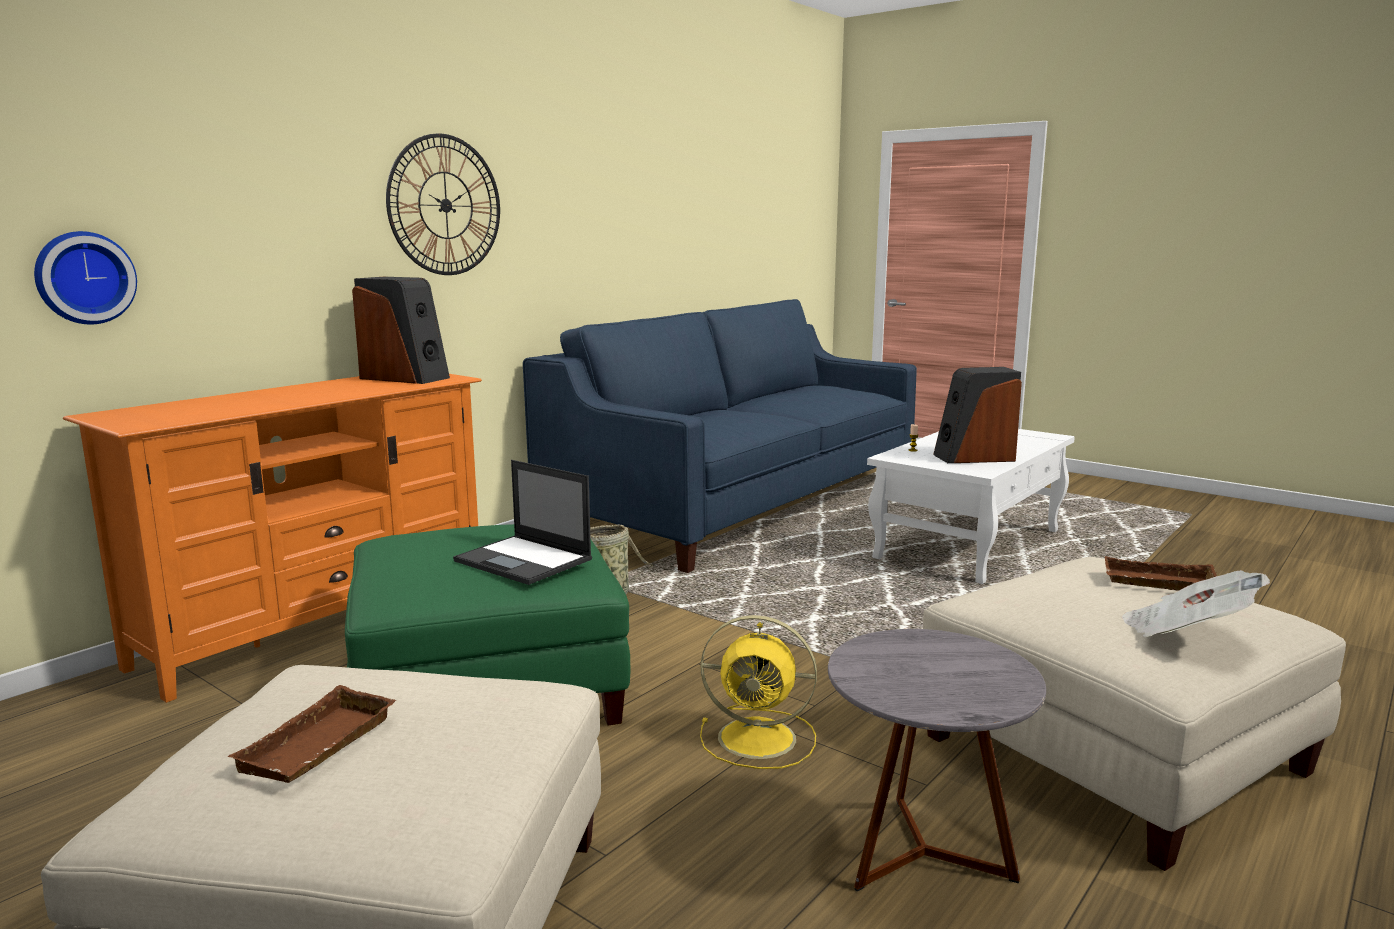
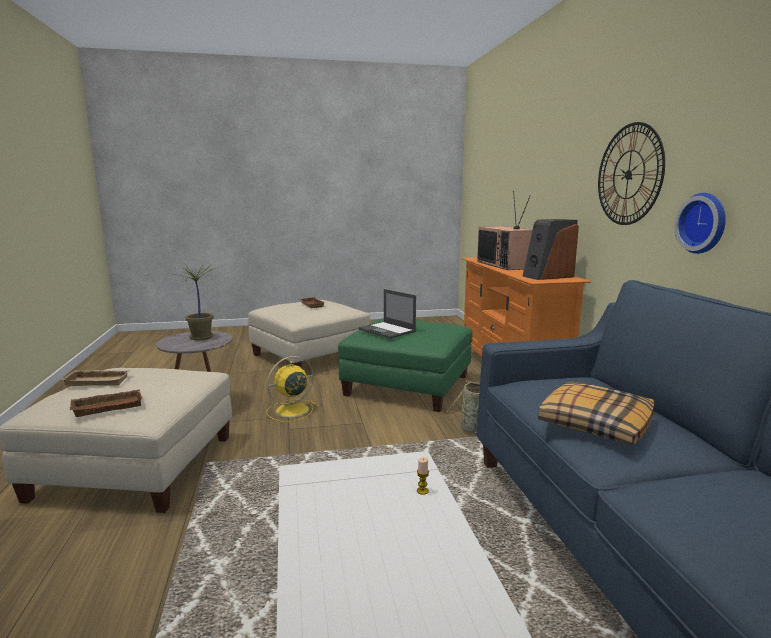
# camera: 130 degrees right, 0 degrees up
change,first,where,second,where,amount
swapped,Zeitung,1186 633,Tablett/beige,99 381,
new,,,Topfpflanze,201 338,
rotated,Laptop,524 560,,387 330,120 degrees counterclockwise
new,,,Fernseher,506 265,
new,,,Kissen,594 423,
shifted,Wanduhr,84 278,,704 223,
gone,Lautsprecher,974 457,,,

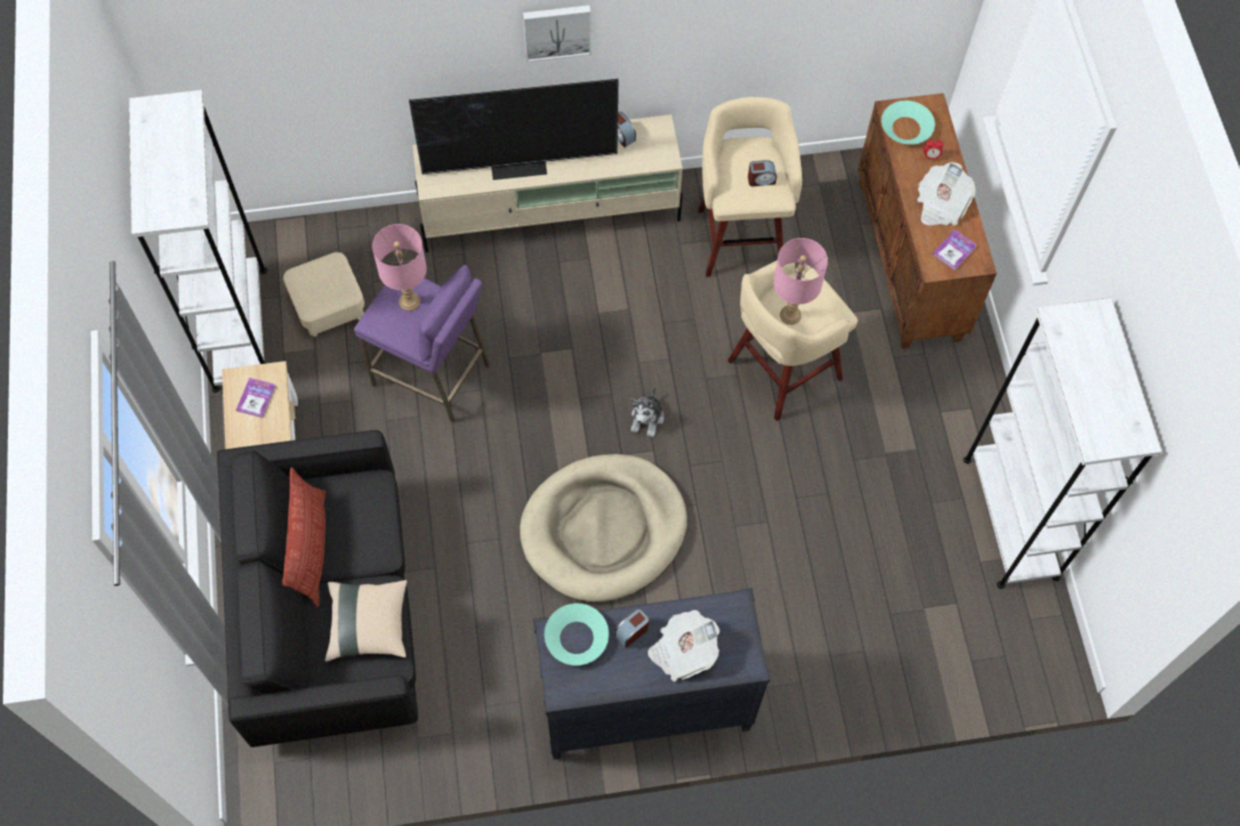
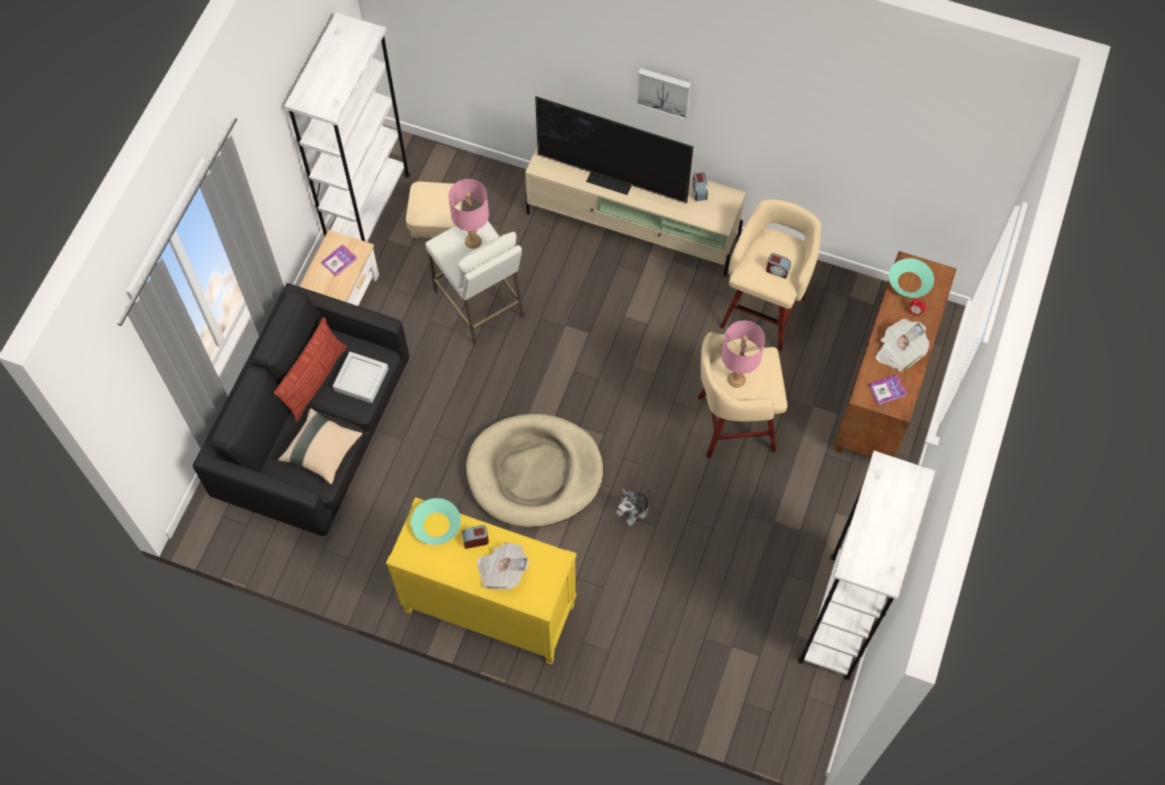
# camera: 30 degrees right, 0 degrees up
change,first,where,second,where,amount
new,,,Tablett/grau,361 379,
repainted,Kommode/schwarz,644 706,Kommode/gelb,489 609,
repainted,Hocker/lila,432 374,Hocker/weiß,480 304,
shifted,Plüschtier,647 418,,633 509,

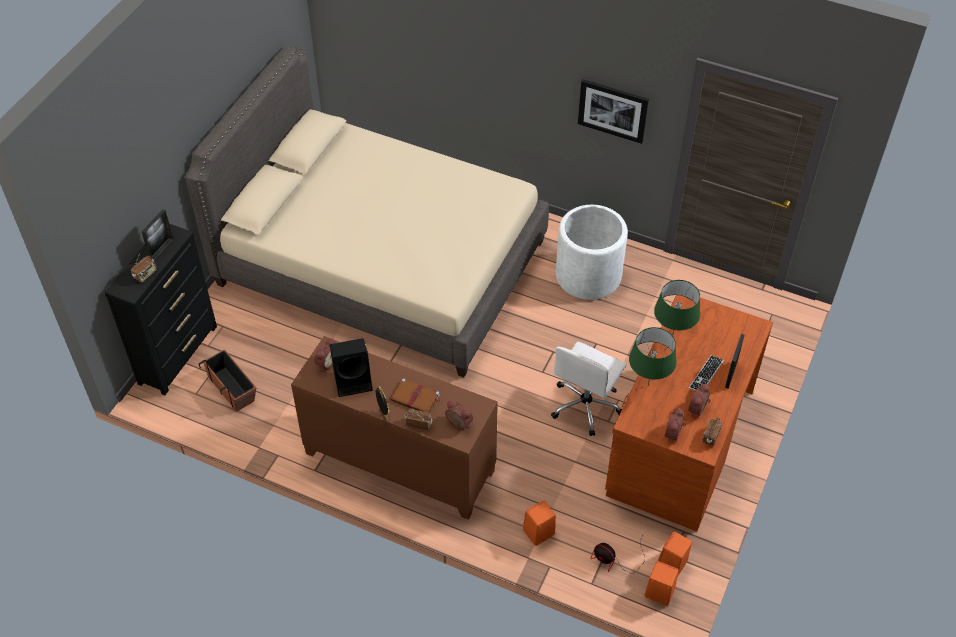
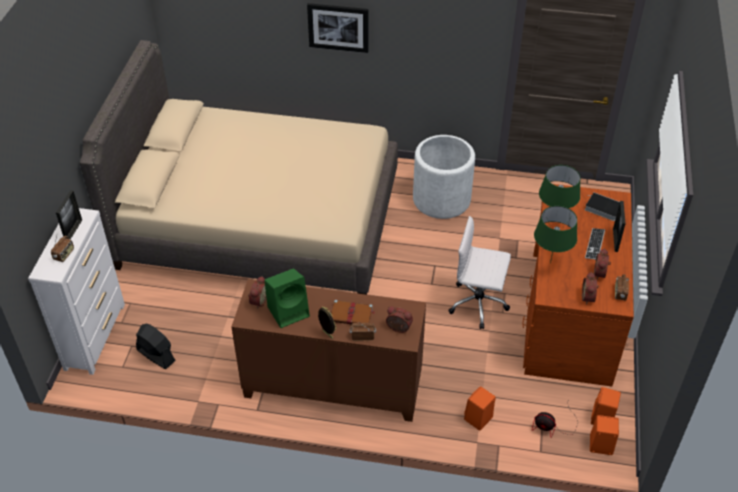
# camera: 15 degrees left, 5 degrees down
change,first,where,second,where,amount
repainted,Kommode/schwarz,178 354,Kommode/weiß,95 335,
swapped,Pflanzkübel,232 388,Ventilator/schwarz,156 355,
repainted,Lautsprecher/schwarz,354 380,Lautsprecher/grün,289 311,
shifted,Bild,613 110,,338 27,
rotated,Bürostuhl/weiß,586 406,,479 304,90 degrees clockwise
new,,,Buch,602 208,

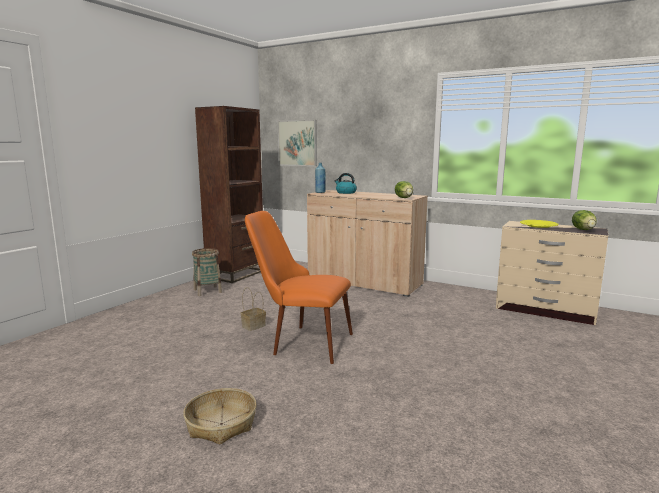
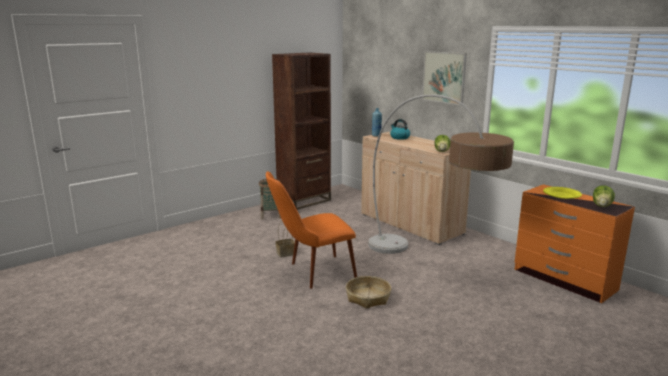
# camera: 20 degrees right, 5 degrees up
change,first,where,second,where,amount
rotated,Stuhl/orange,300 342,,311 273,60 degrees counterclockwise
shifted,Korb,221 424,,368 297,
new,,,Stehlampe,433 262,
shifted,Bild,297 143,,444 77,
repainted,Kommode/beige,545 311,Kommode/orange,564 280,

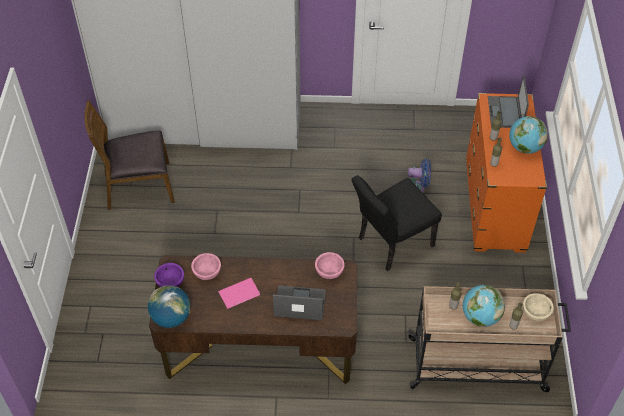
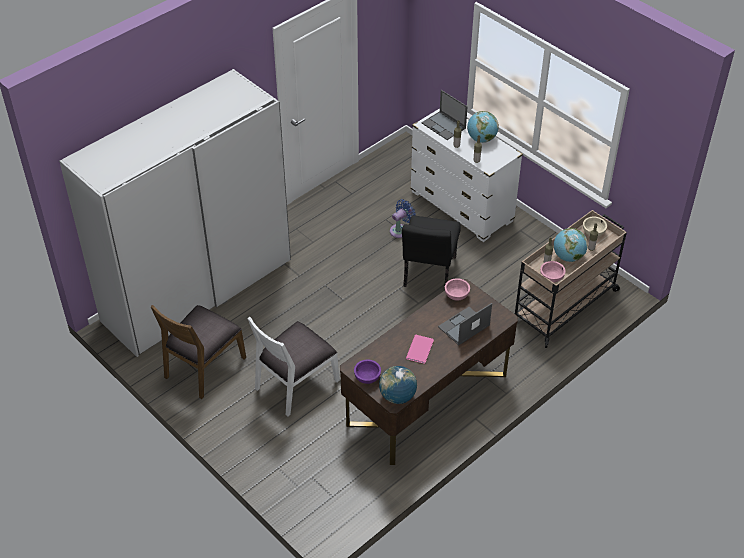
# camera: 45 degrees left, 5 degrees down
change,first,where,second,where,amount
new,,,Stuhl/weiß,295 384,
repainted,Kommode/orange,494 206,Kommode/weiß,461 207,
shifted,Schüssel/rosa,207 272,,551 277,

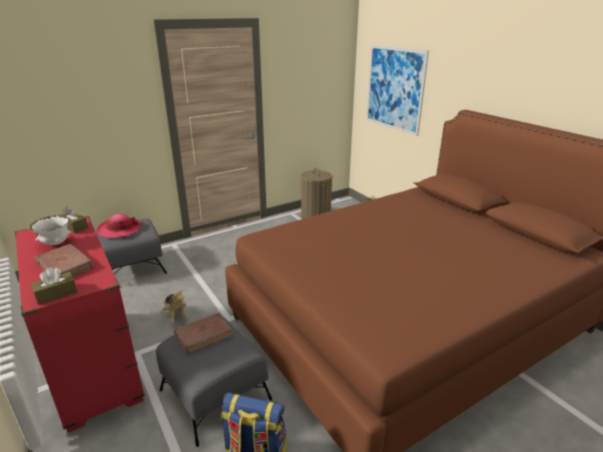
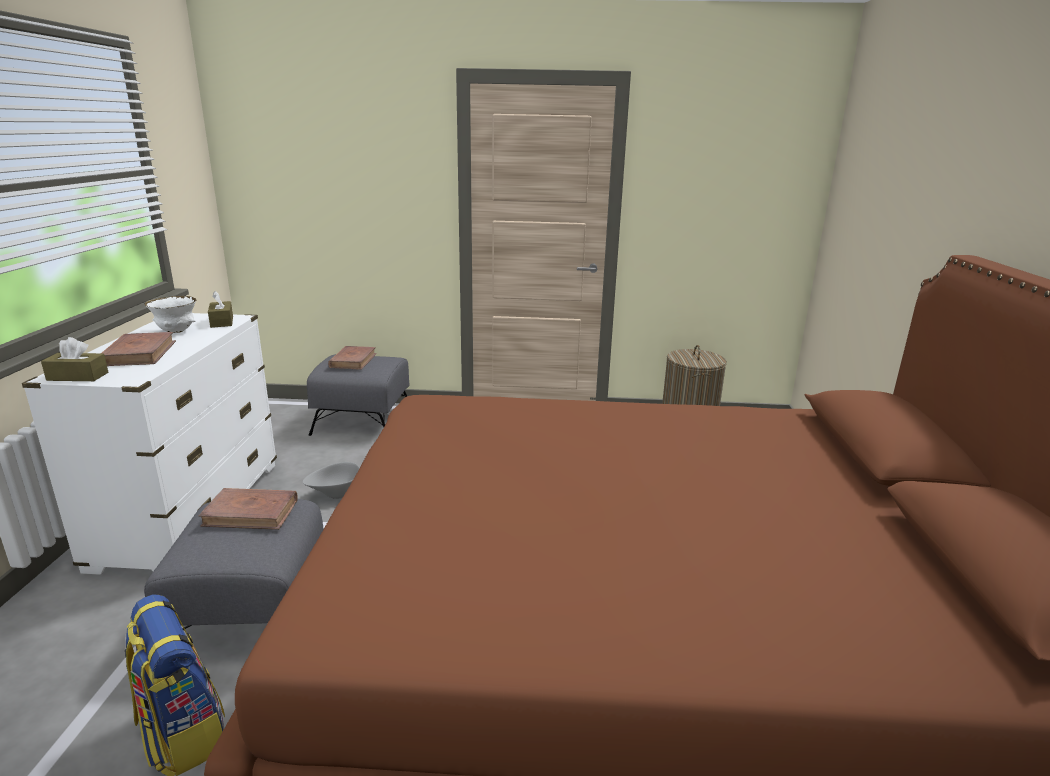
# camera: 35 degrees right, 5 degrees down
change,first,where,second,where,amount
repainted,Kommode/rot,93 365,Kommode/weiß,191 513,
swapped,Plüschtier,174 315,Schüssel/grau,335 494,
swapped,Hut,119 229,Buch/braun,353 360,
gone,Bild,394 89,,,

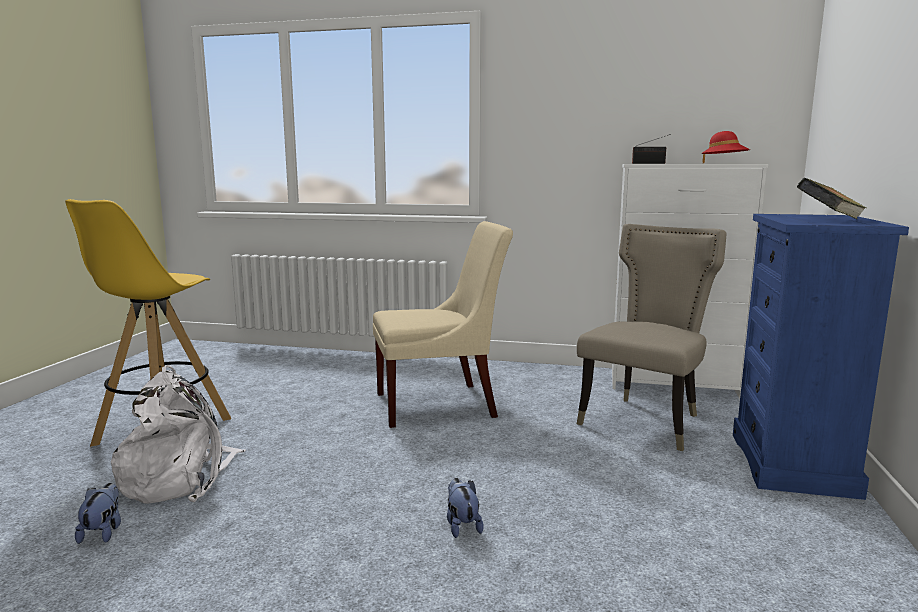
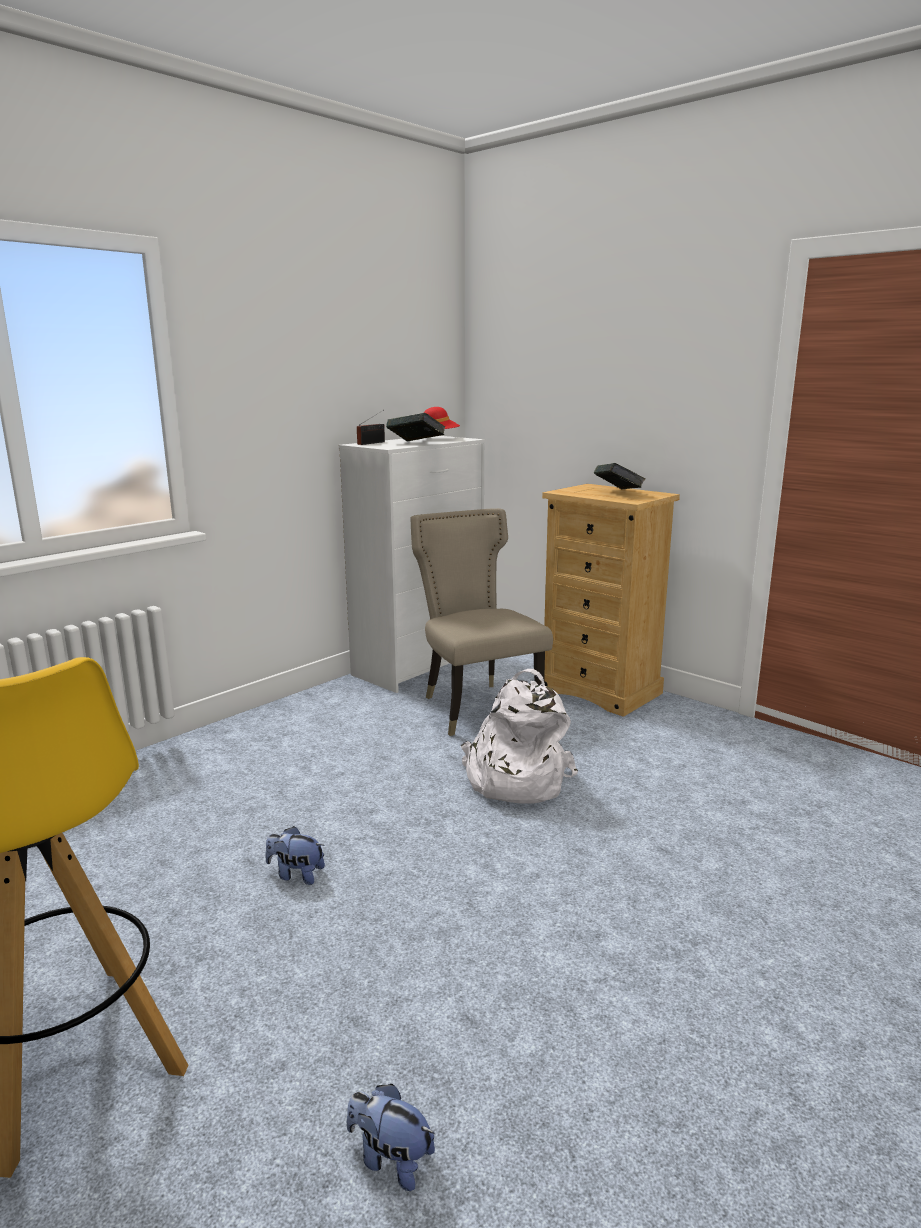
# camera: 60 degrees left, 5 degrees up
change,first,where,second,where,amount
shifted,Plüschtier,462 525,,296 875,
new,,,Buch,416 443,
shifted,Rucksack/weiß,180 477,,514 779,
repainted,Kommode/blau,792 464,Kommode/beige,601 691,
gone,Stuhl/beige,441 404,,,

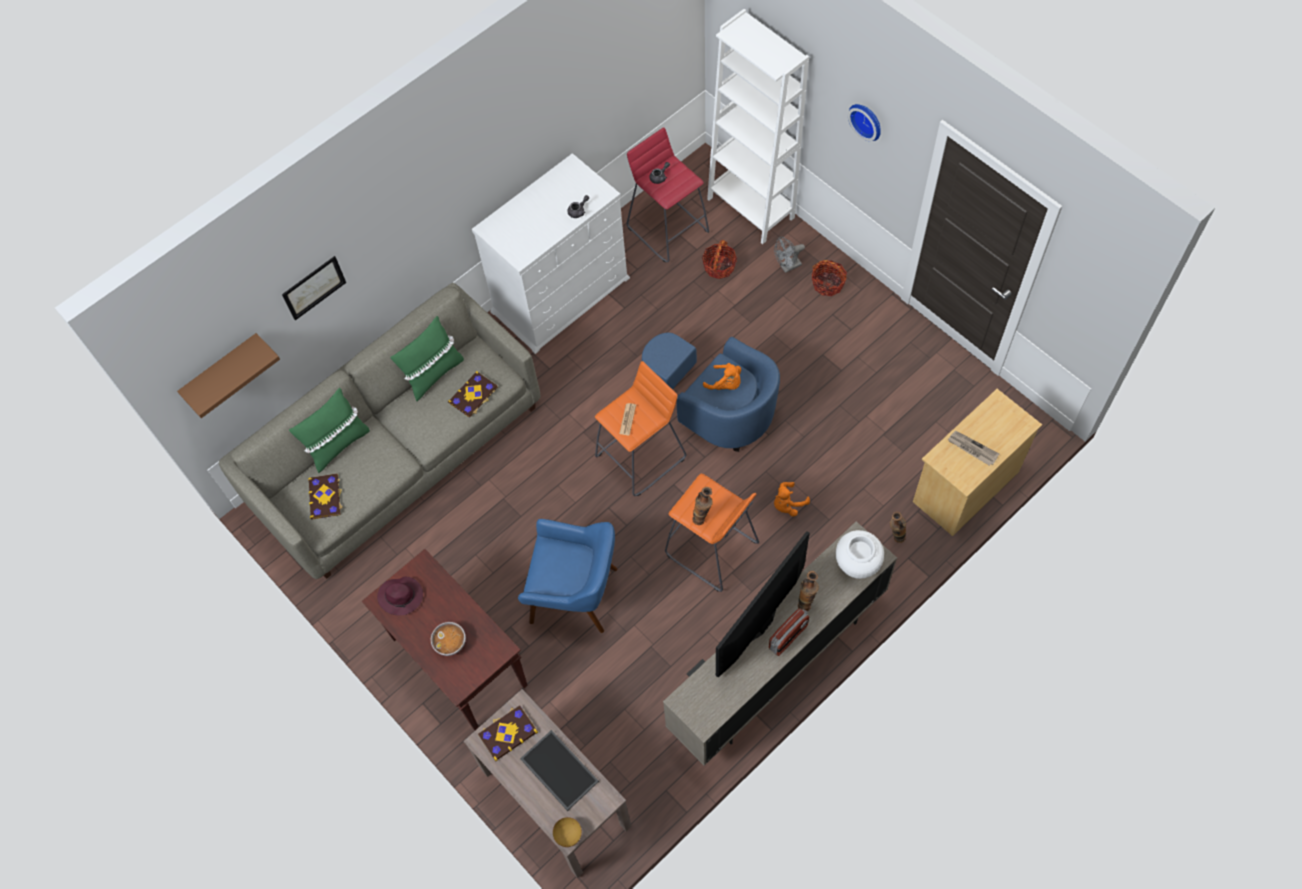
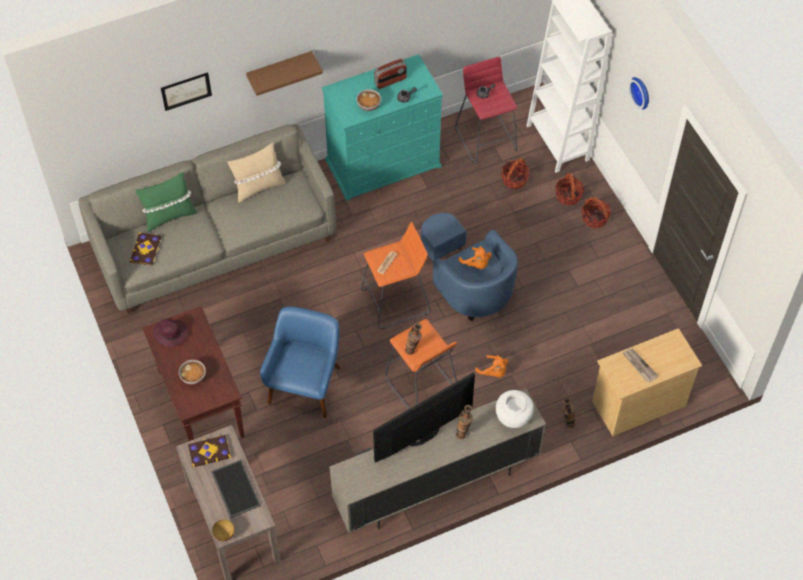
# camera: 15 degrees right, 5 degrees down
change,first,where,second,where,amount
repainted,Kissen/grün,433 374,Kissen/beige,258 187,
shifted,Wandregal/braun,222 370,,280 70,
rotated,Sessel/blau,575 594,,306 384,105 degrees counterclockwise
repainted,Kommode/weiß,561 294,Kommode/türkis,383 163,
new,,,Schüssel,368 105,
shifted,Radio,788 637,,390 81,
rotated,Plüschtier/orange,787 504,,493 372,120 degrees counterclockwise
swapped,Ventilator/grau,787 267,Korb,568 195,
gone,Buch,473 395,,,

